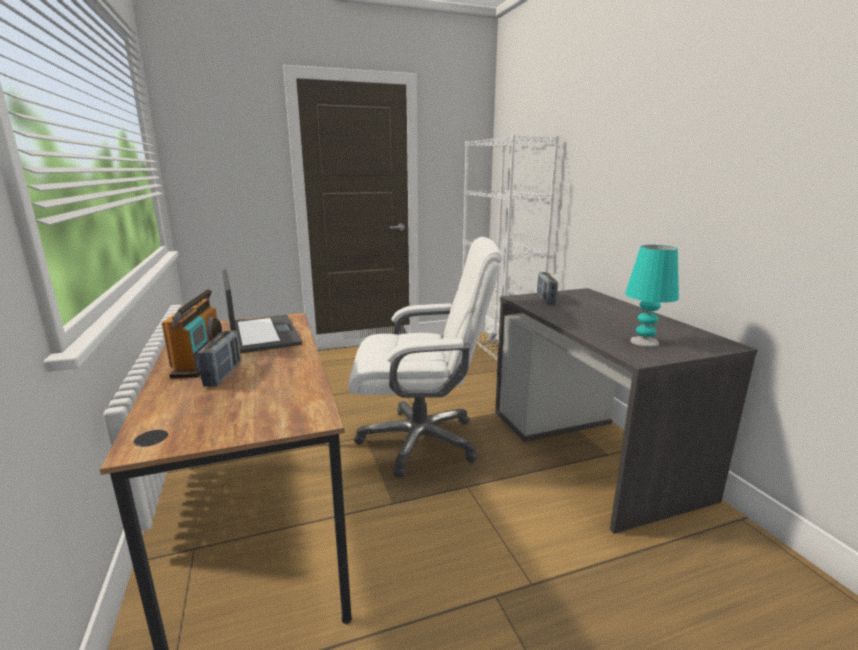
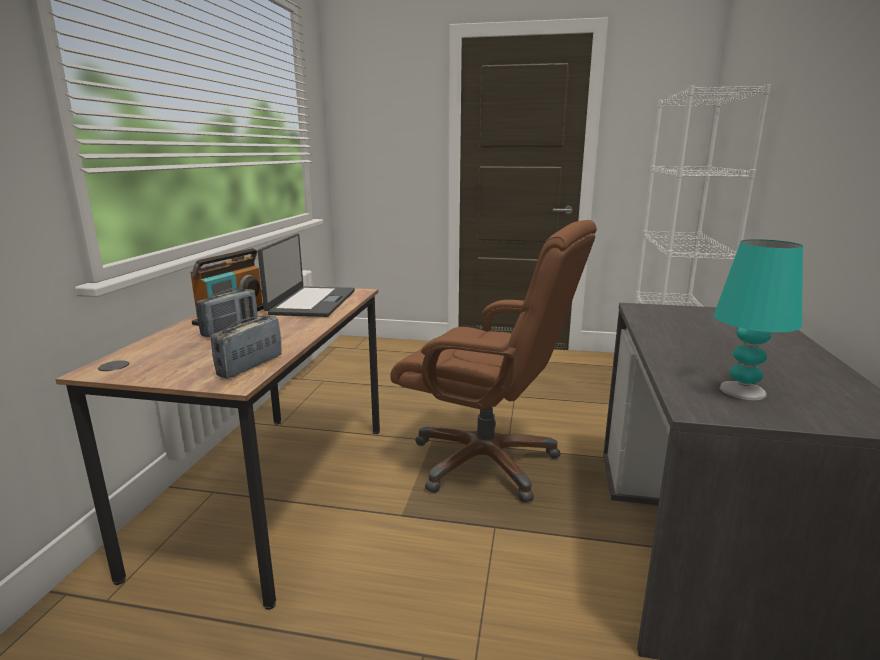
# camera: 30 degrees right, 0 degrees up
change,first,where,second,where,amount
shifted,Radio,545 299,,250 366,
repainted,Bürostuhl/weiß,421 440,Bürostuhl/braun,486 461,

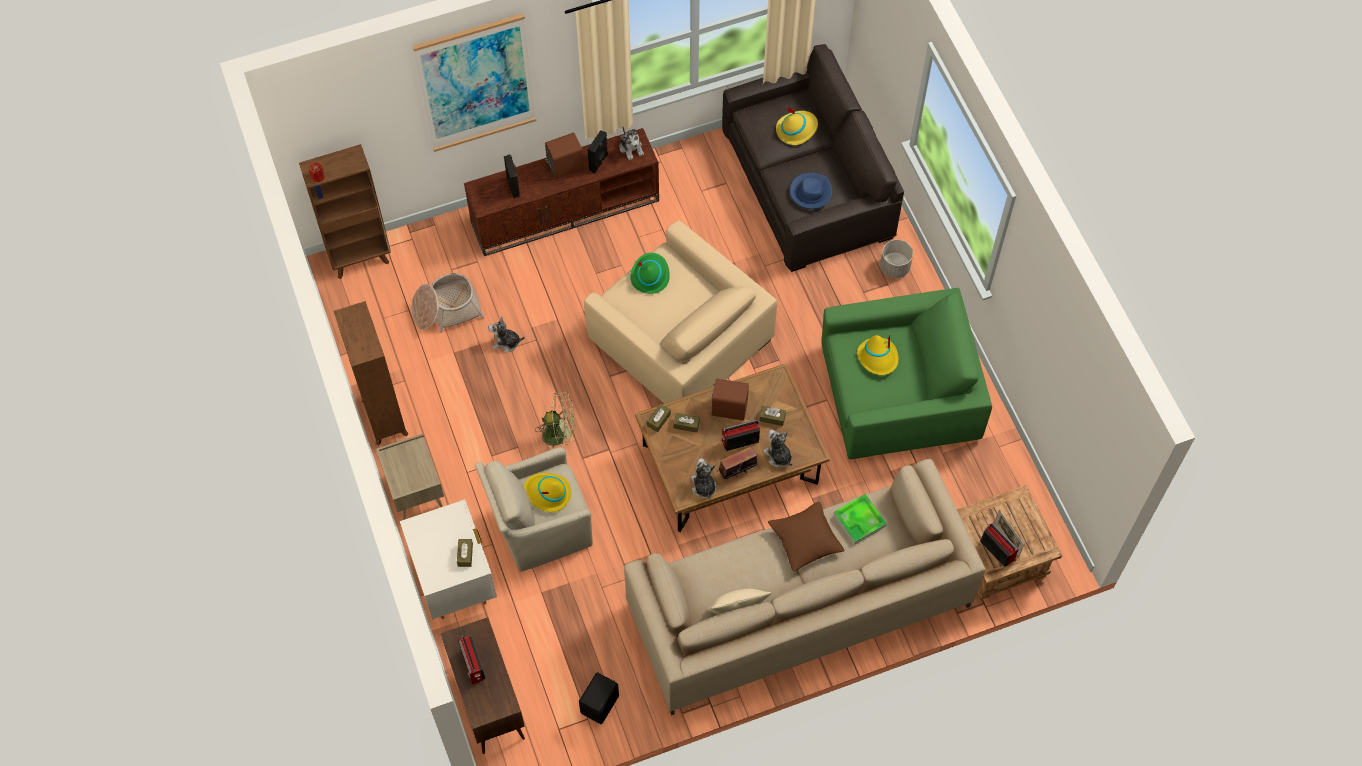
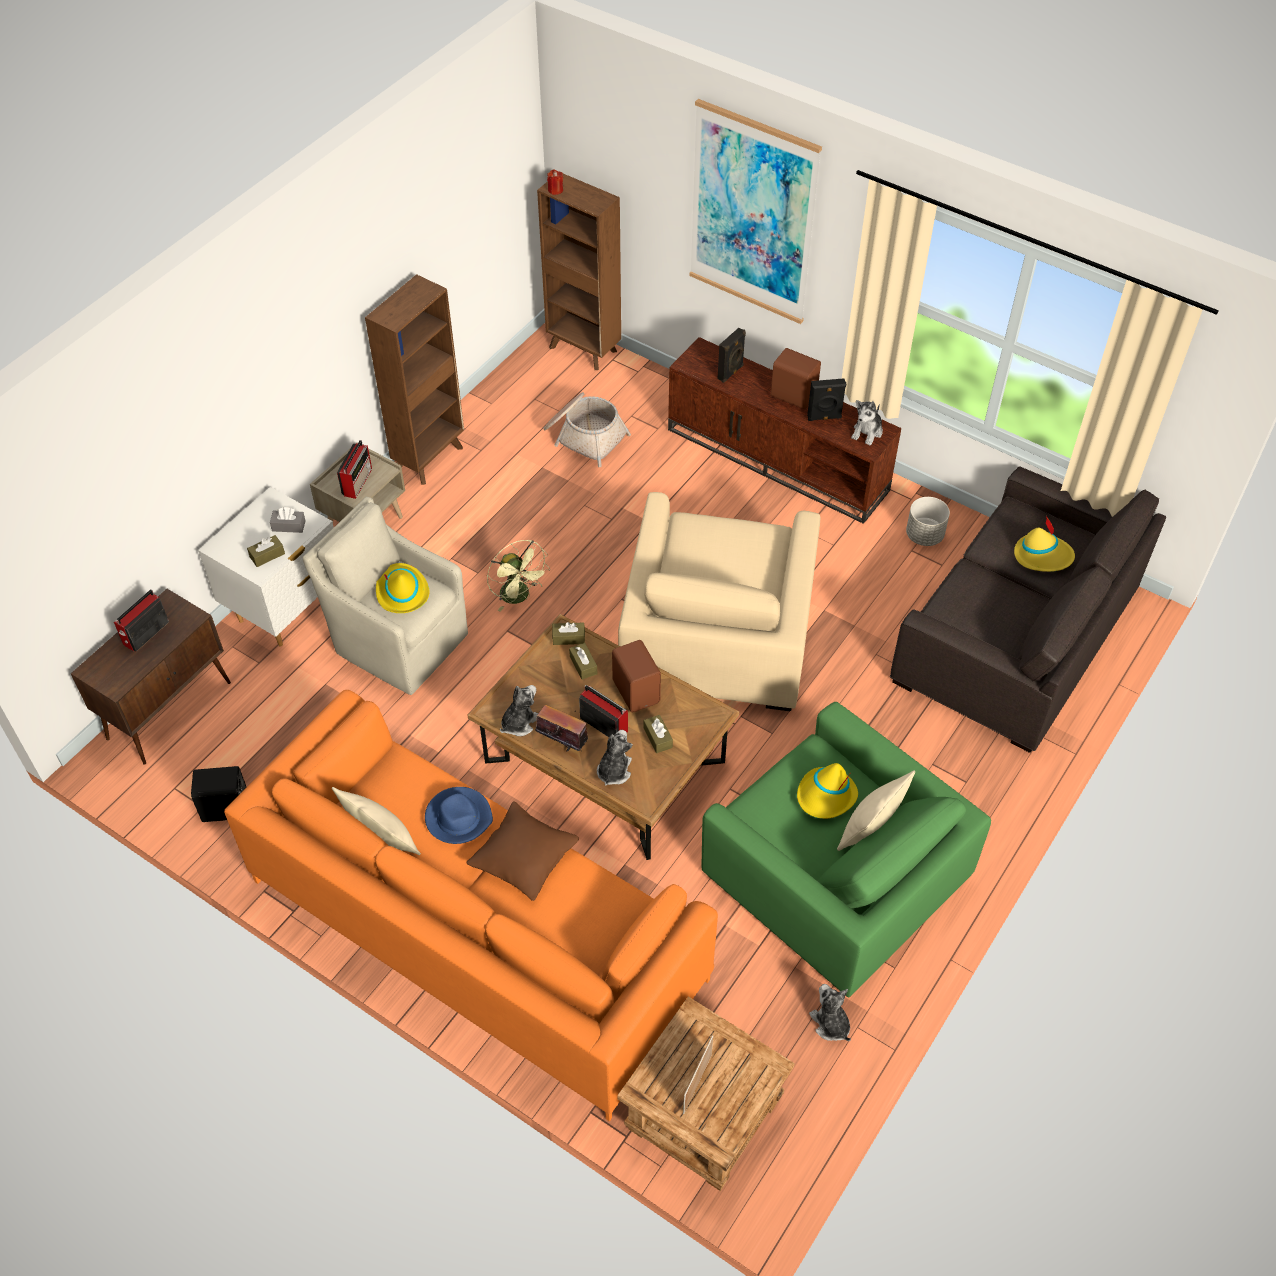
# camera: 55 degrees right, 10 degrees down
change,first,where,second,where,amount
repainted,Sofa/beige,798 605,Sofa/orange,477 928,
new,,,Taschentuchbox/grau,288 526,
shifted,Radio,996 549,,358 481,
shifted,Hut/blau,810 192,,458 817,
shifted,Plüschtier,506 342,,830 1024,
new,,,Kissen/beige,870 830,
shifted,Pflanzkübel/grau,895 267,,924 535,
gone,Hut/grün,650 275,,,
gone,Tablett,859 520,,,

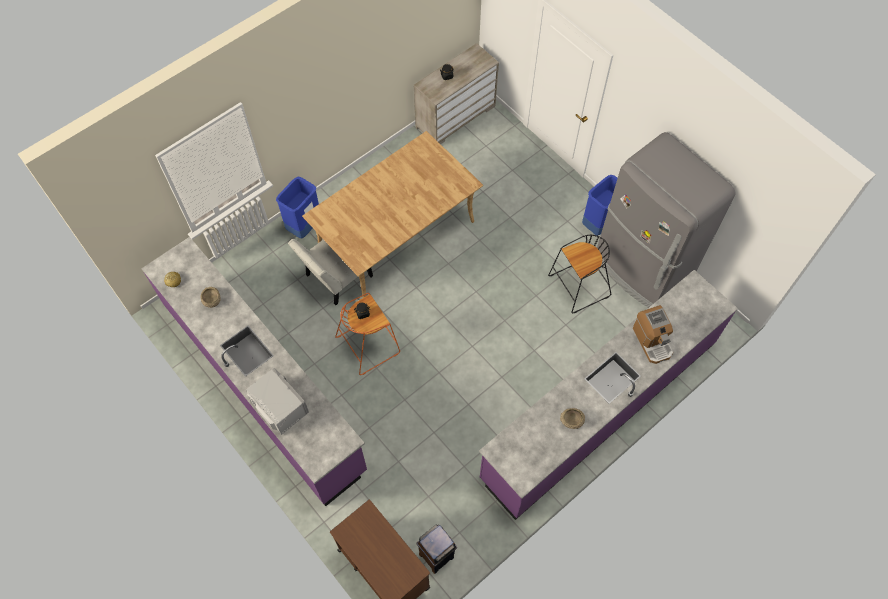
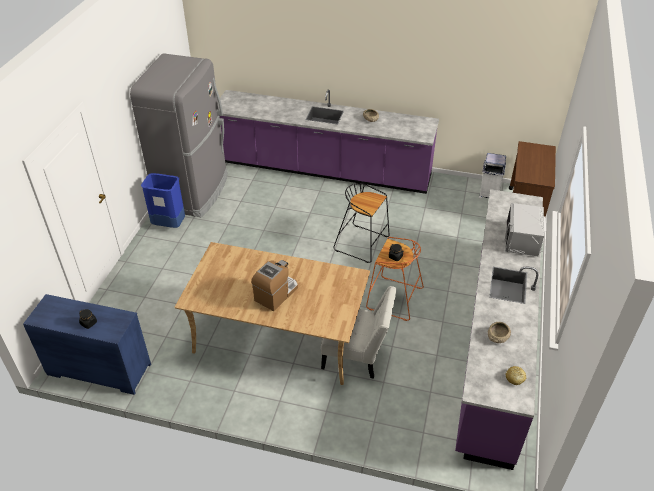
# camera: 125 degrees left, 20 degrees down
change,first,where,second,where,amount
repainted,Kommode/beige,455 116,Kommode/blau,98 370,
shifted,Kaffeemaschine,652 341,,276 294,
shifted,Hocker/schwarz,578 287,,362 243,
repainted,Mülleimer/braun,437 555,Mülleimer/weiß,488 193,
gone,Mülleimer/blau,304 226,,,

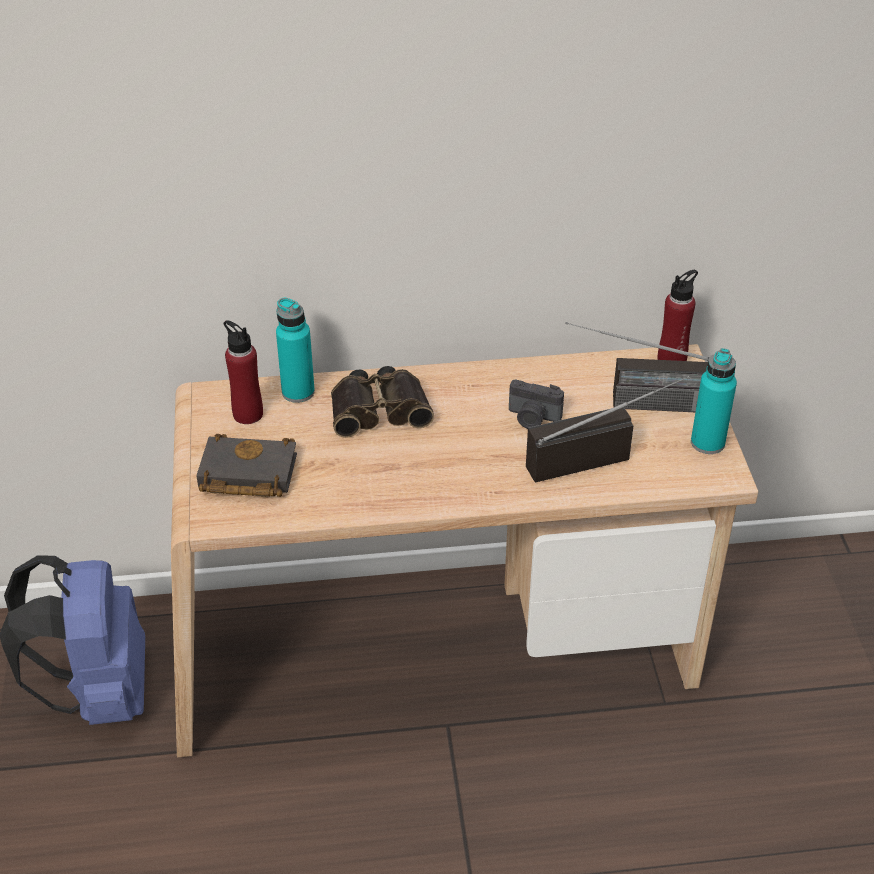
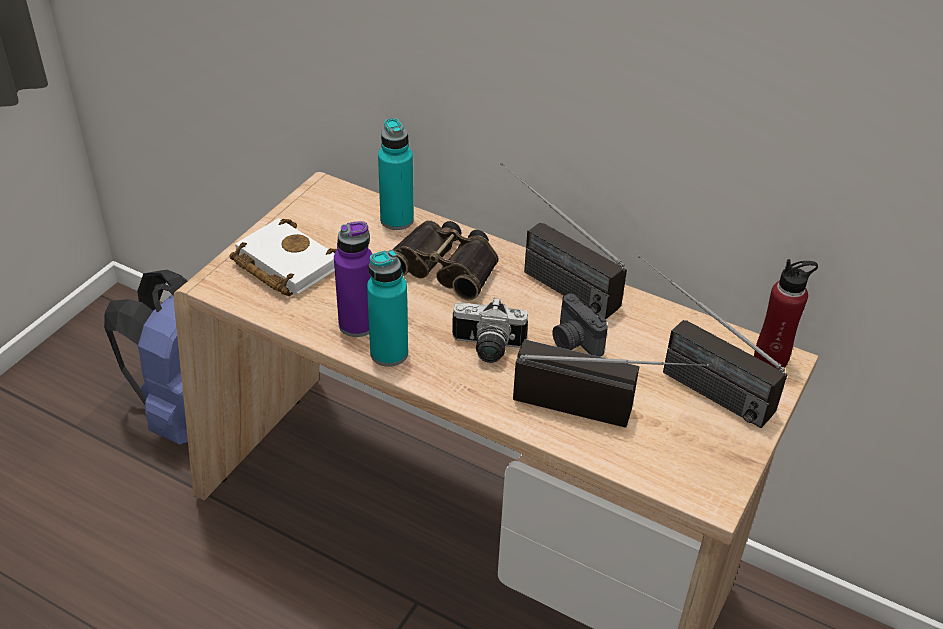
# camera: 35 degrees right, 0 degrees up
change,first,where,second,where,amount
repainted,Buch/schwarz,245 474,Buch/weiß,282 264,
new,,,Flasche/lila,357 324,
shifted,Flasche/türkis,707 443,,389 353,
new,,,Kamera,487 348,
new,,,Radio,547 278,
gone,Flasche/rot,248 414,,,

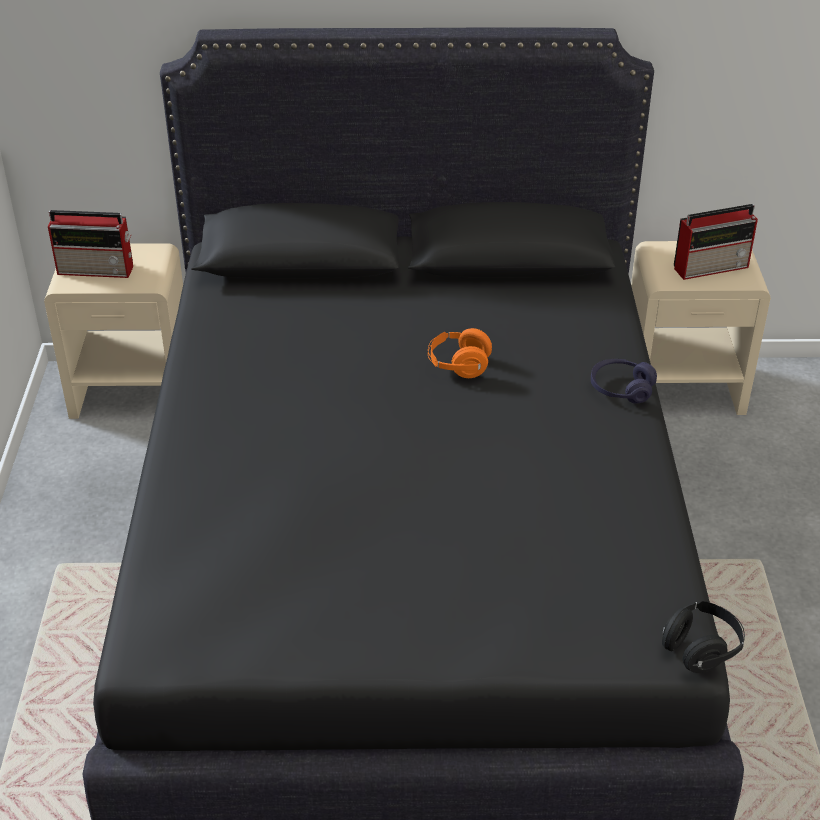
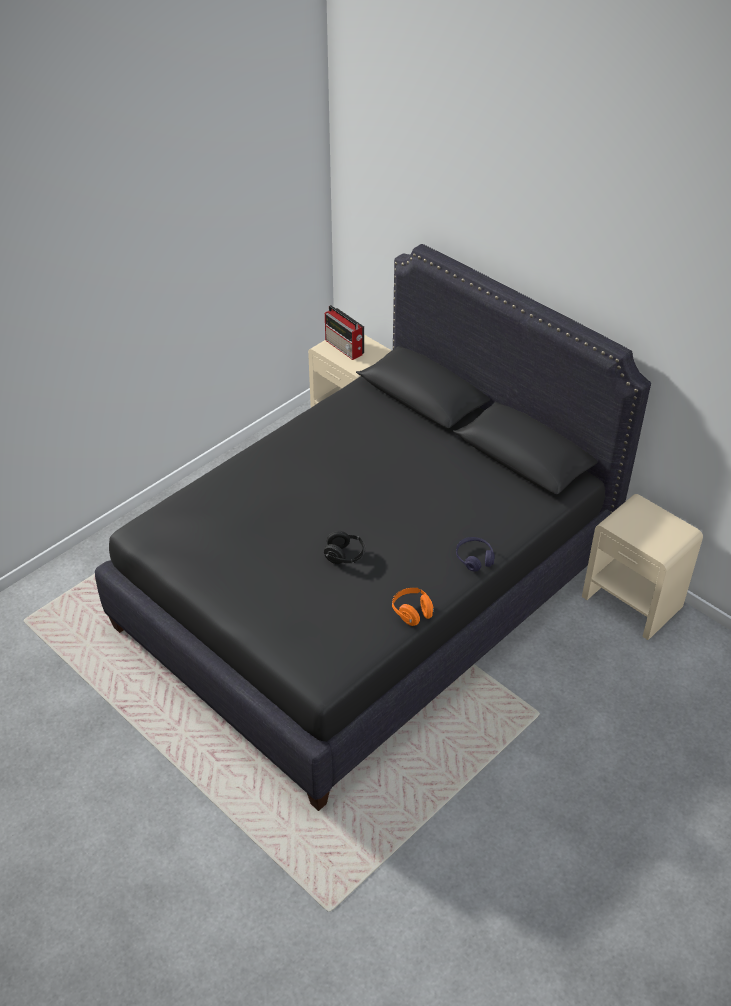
# camera: 45 degrees right, 5 degrees up
change,first,where,second,where,amount
shifted,Kopfhörer/schwarz,700 649,,345 556,
shifted,Kopfhörer/orange,458 366,,412 612,
gone,Radio,712 267,,,

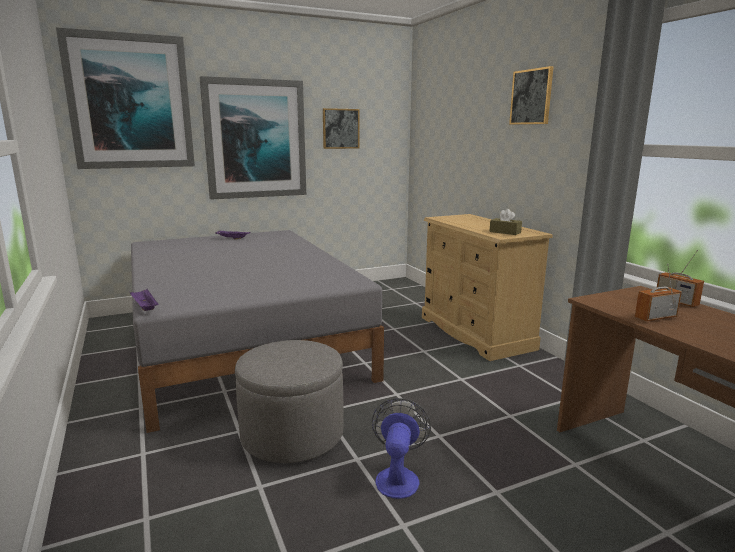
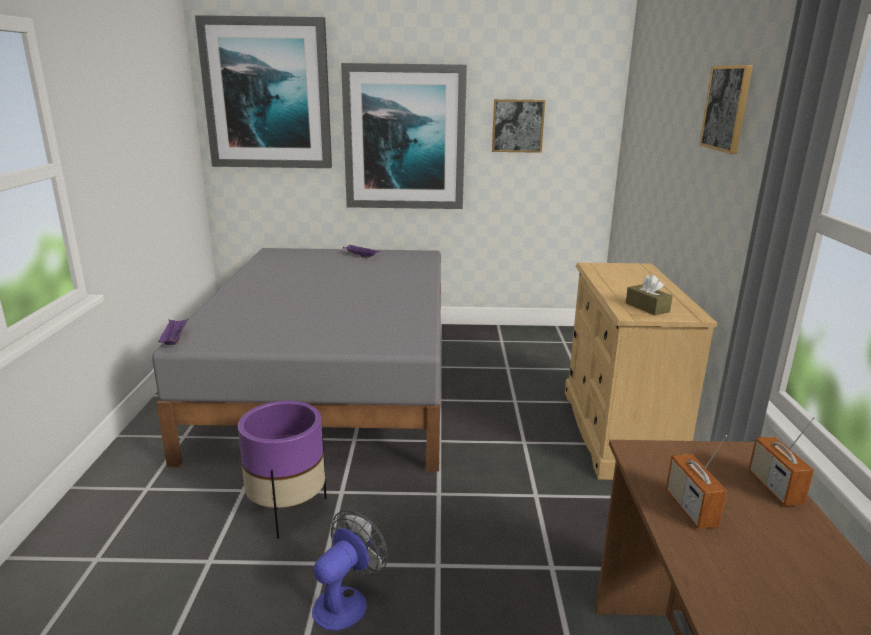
# camera: 25 degrees right, 5 degrees up
change,first,where,second,where,amount
swapped,Polsterhocker/grau,292 434,Pflanzkübel/lila,287 510,
rotated,Radio,655 317,,690 509,105 degrees counterclockwise

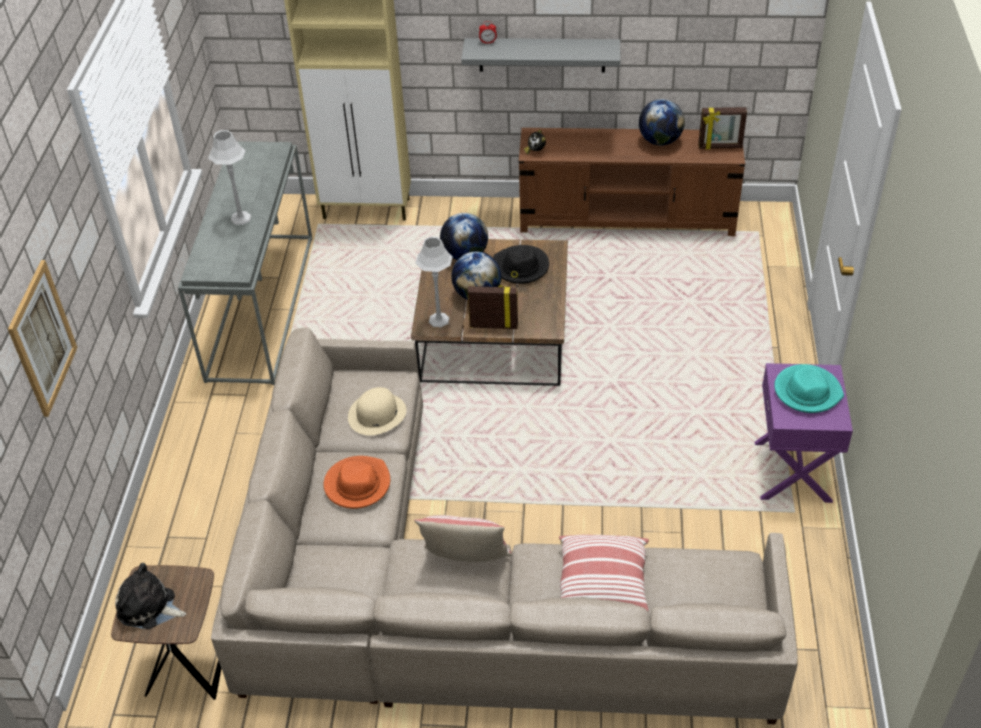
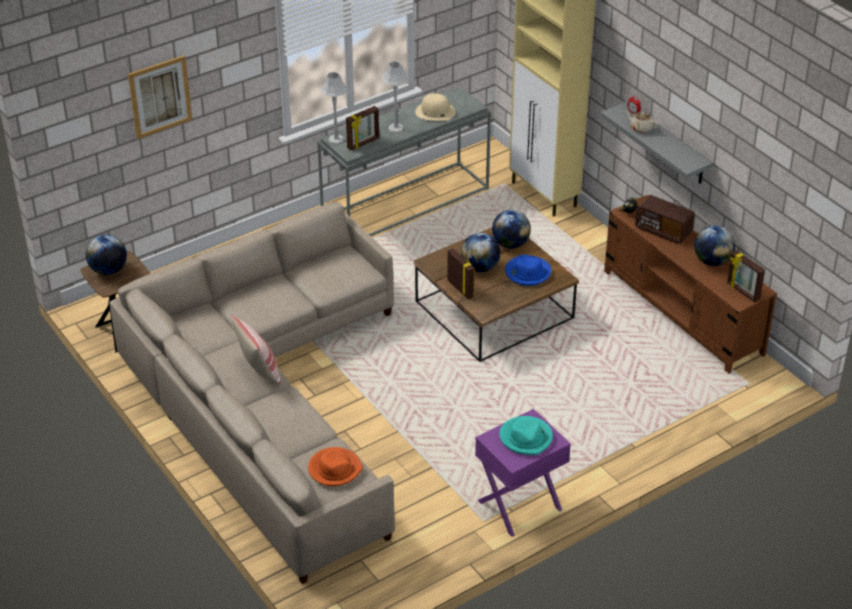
# camera: 50 degrees right, 5 degrees down
change,first,where,second,where,amount
swapped,Plüschtier,149 608,Globus,108 270,
shifted,Hut/orange,357 484,,334 469,
shifted,Tischlampe/grau,439 320,,336 139,
new,,,Bilderrahmen,363 143,
shifted,Hut/beige,377 414,,435 112,
repainted,Hut/schwarz,520 267,Hut/blau,527 272,
new,,,Teekanne/beige,640 128,
new,,,Radio,663 231,
gone,Kissen,603 583,,,

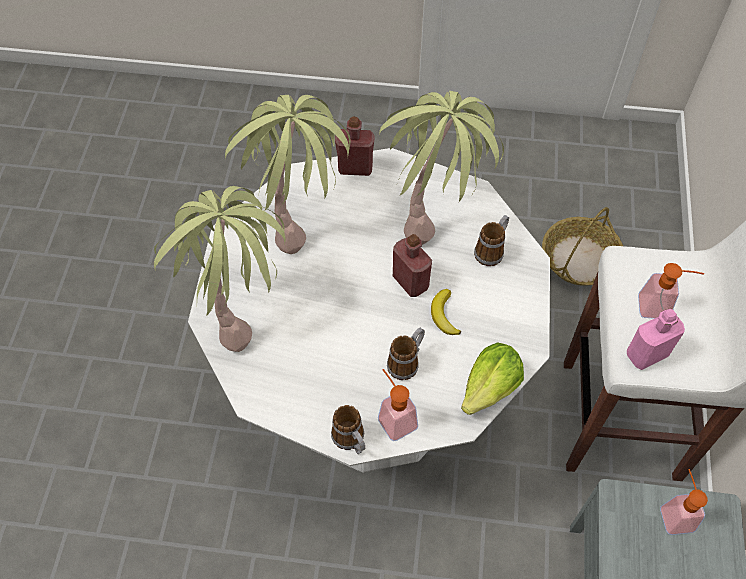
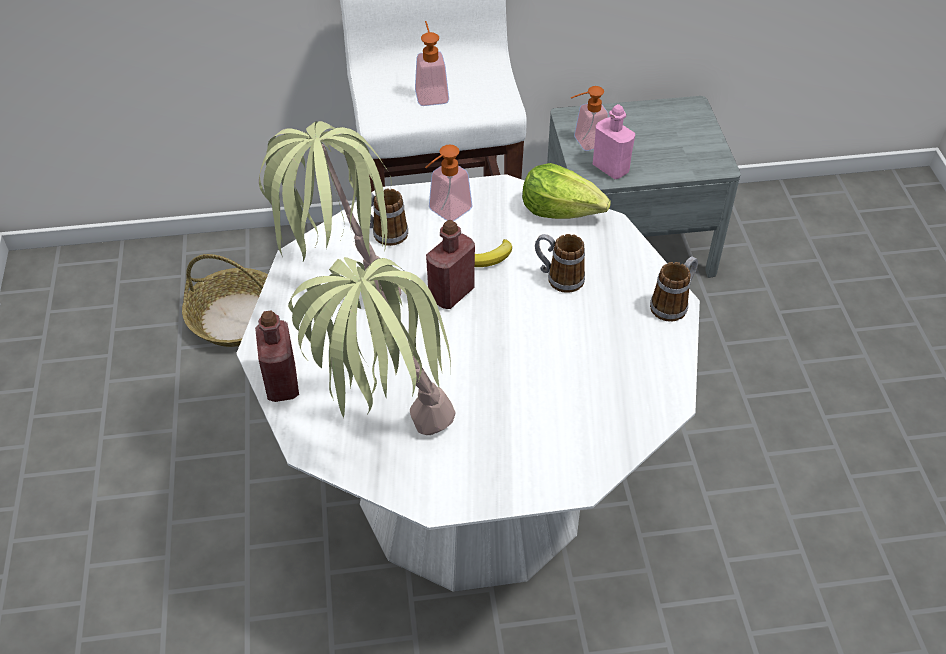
# camera: 105 degrees left, 10 degrees down
change,first,where,second,where,amount
shifted,Seifenspender,394 417,,445 213,
shifted,Flasche/rosa,646 354,,610 168,
gone,Topfpflanze,239 307,,,

